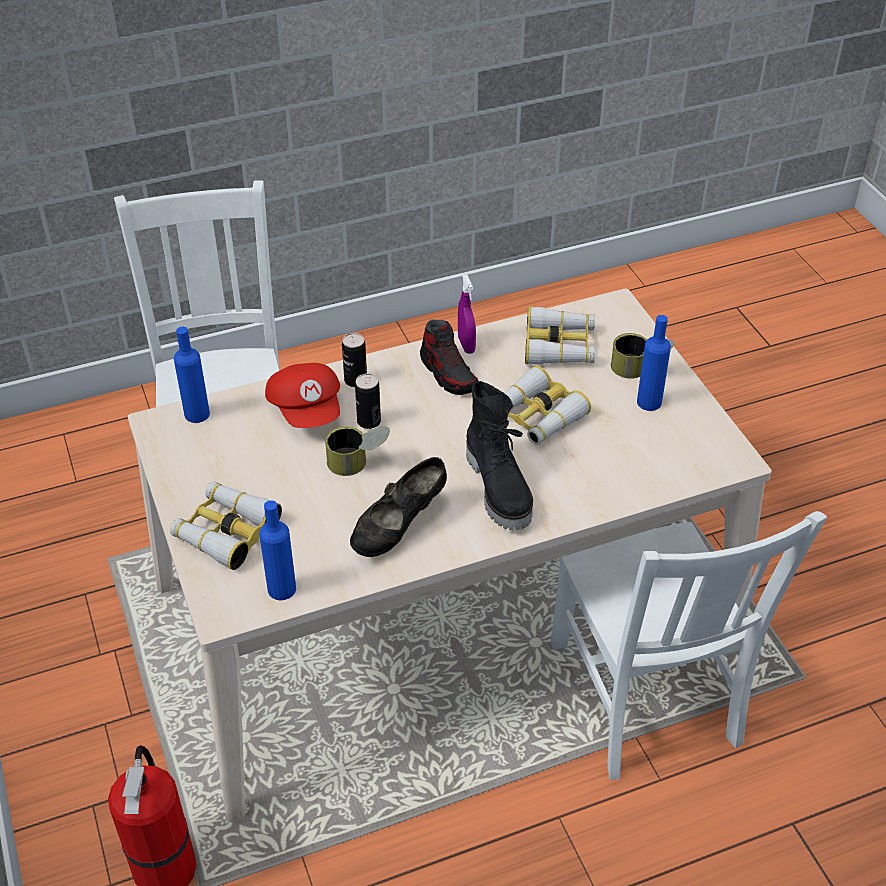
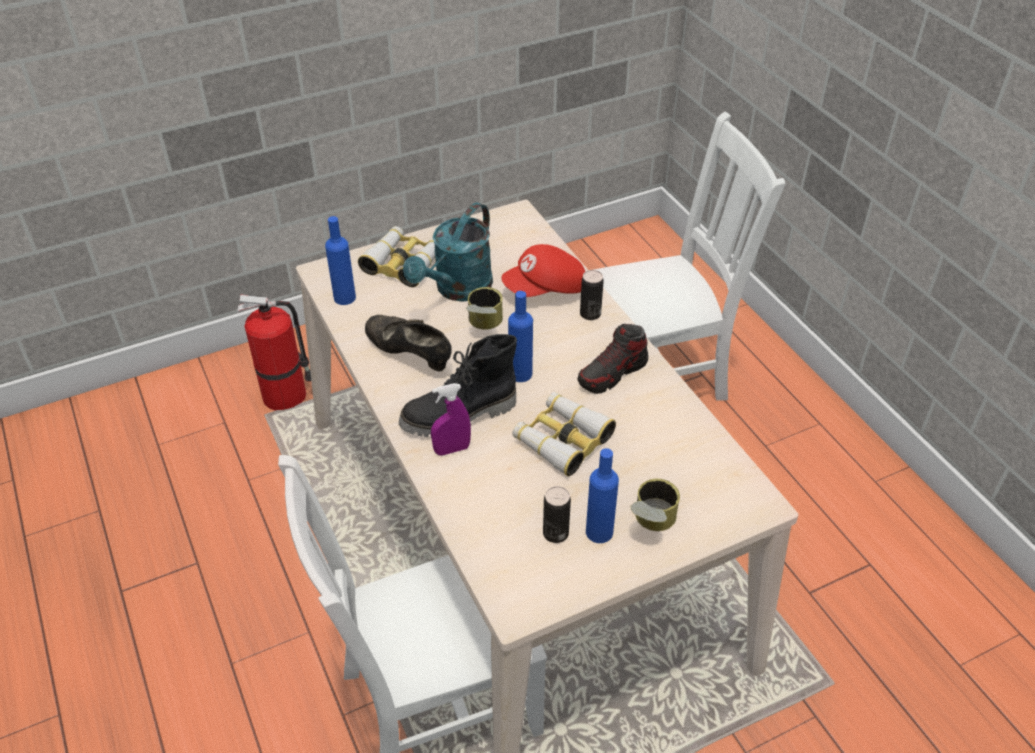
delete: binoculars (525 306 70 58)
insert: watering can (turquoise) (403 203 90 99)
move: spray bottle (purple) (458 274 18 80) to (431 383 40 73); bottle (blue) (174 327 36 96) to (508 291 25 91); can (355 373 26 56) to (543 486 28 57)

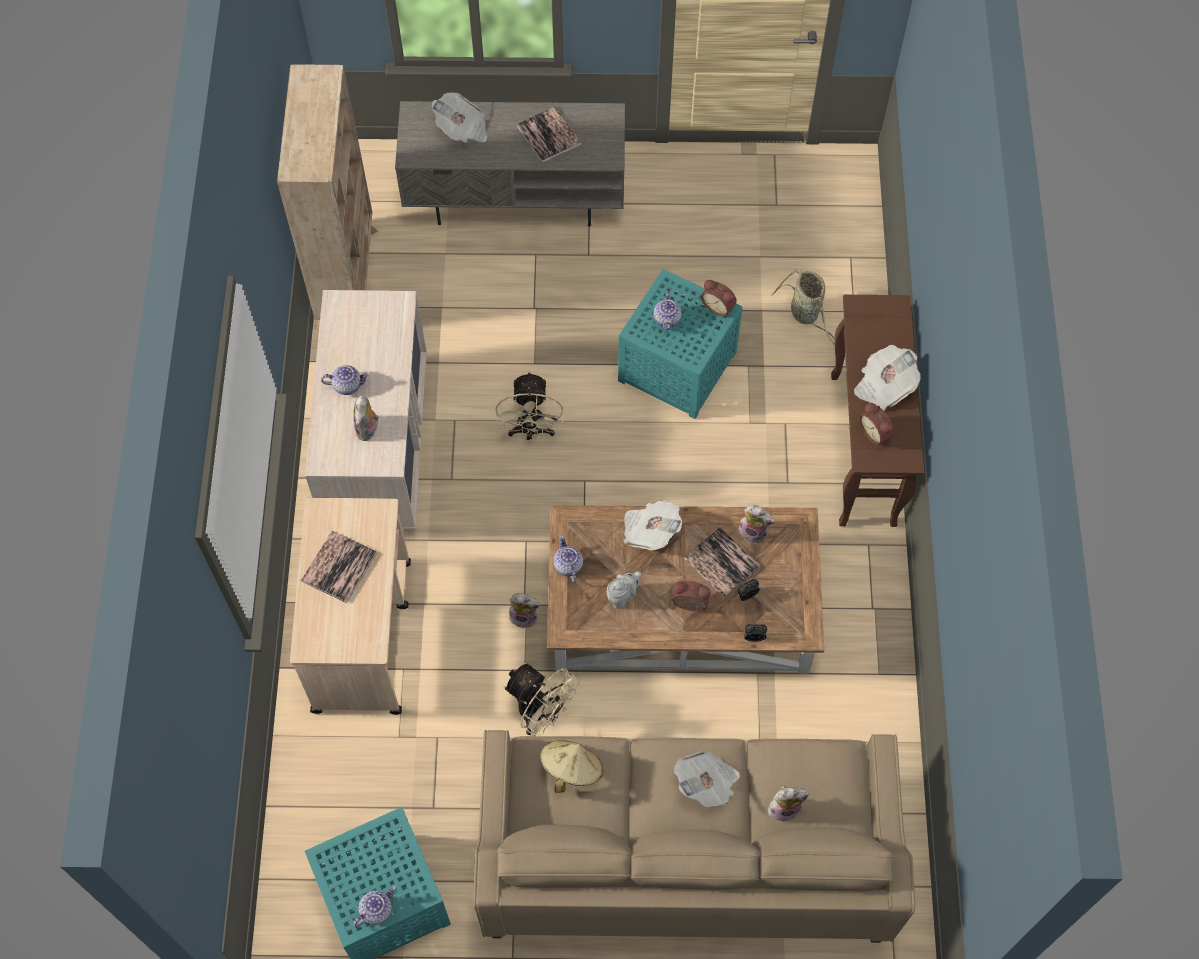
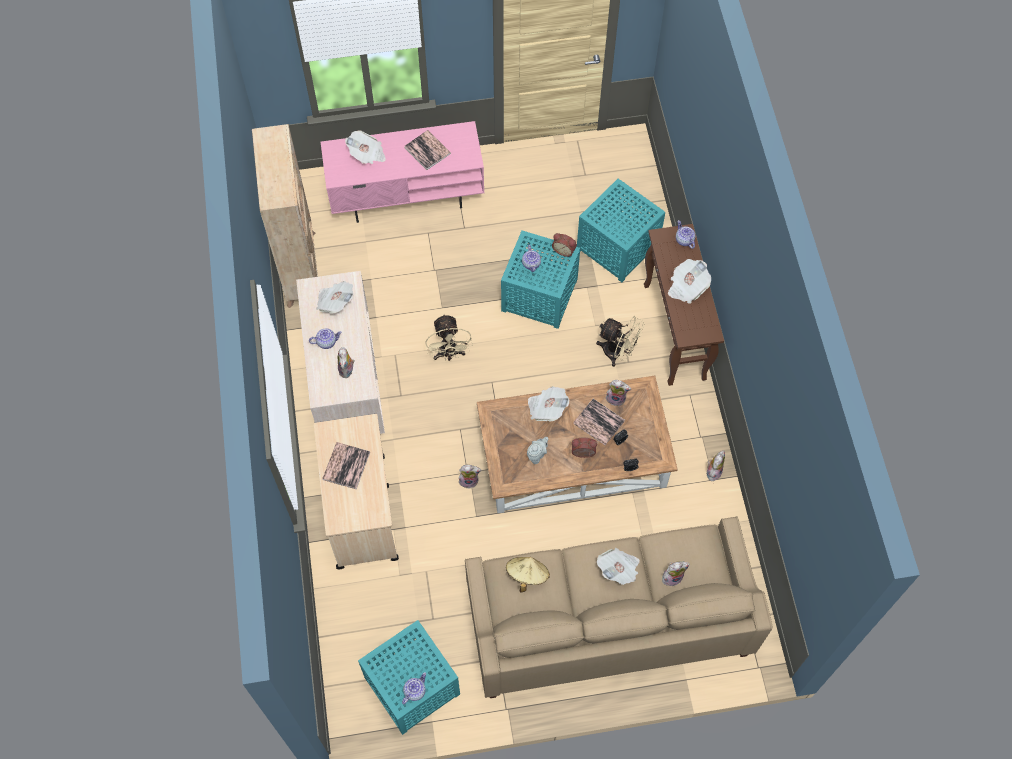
delete: alarm clock (859 403 35 42)
insert: newspaper (316 281 37 33); plush toy (707 450 18 31)
move: teapot (553 536 30 47) to (676 220 19 29); fan (beige) (503 663 77 73) to (596 316 49 51)
replace: basket (772 269 63 76) to side table (turquoise) (577 179 88 103)
recolor: tv stand (grey) (395 101 230 126) to tv stand (pink) (321 121 163 102)

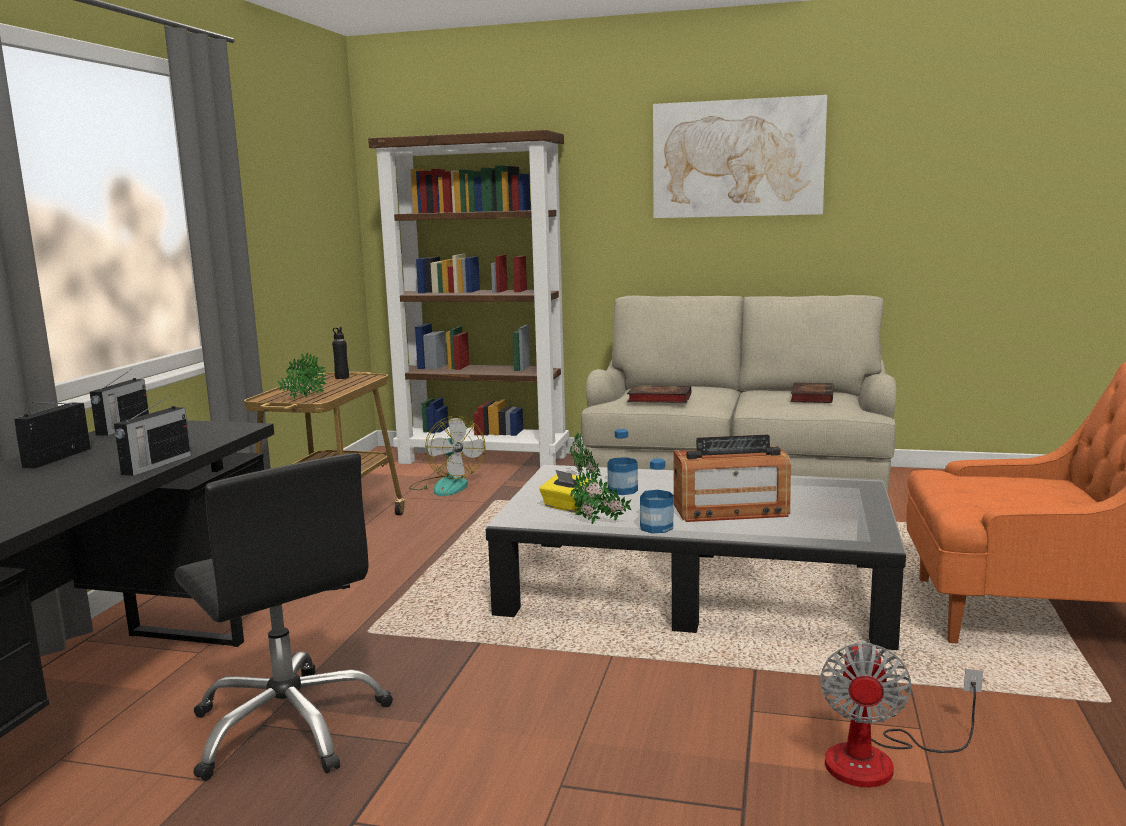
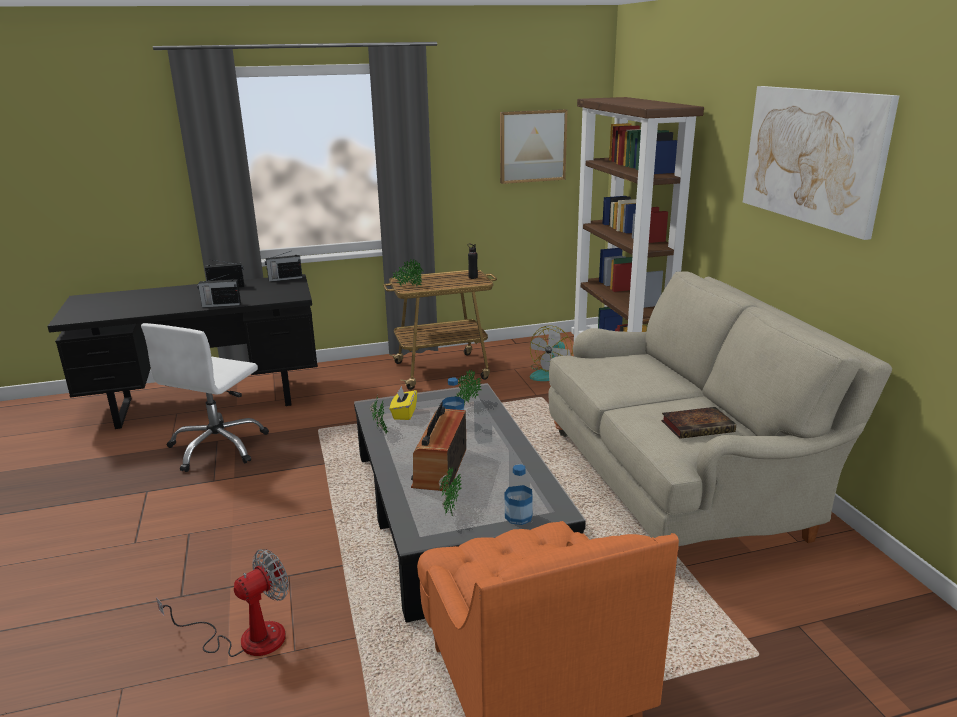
delete: book (627 385 64 18)
insert: picture (500 109 67 75); potted plant (439 468 23 48)
move: bottle (640 458 34 75) to (505 464 28 61)
recolor: office chair (black) (174 453 219 328) to office chair (white) (141 323 128 149)
rotate: radio (674 435 117 87) = (411 402 56 89) 45 degrees clockwise; fan (820 640 163 147) = (156 549 133 108) 150 degrees clockwise

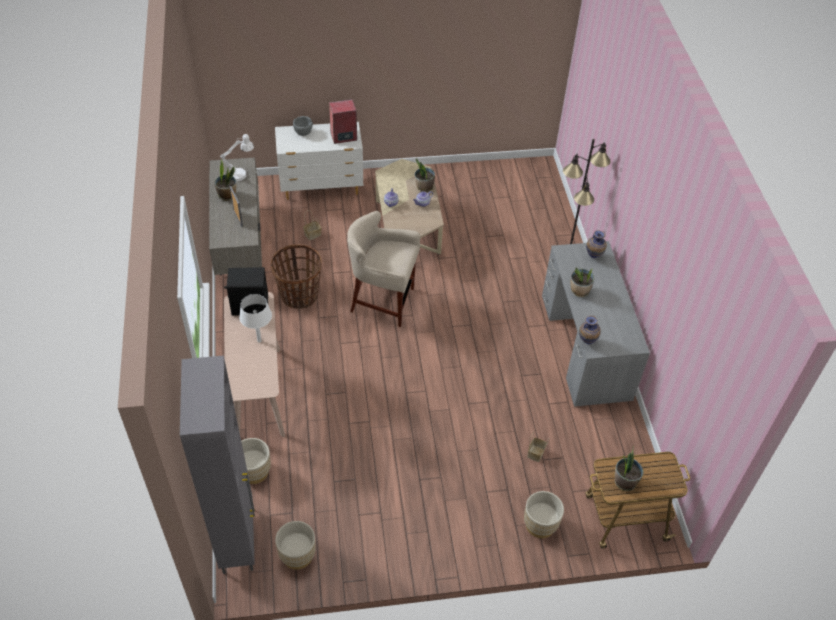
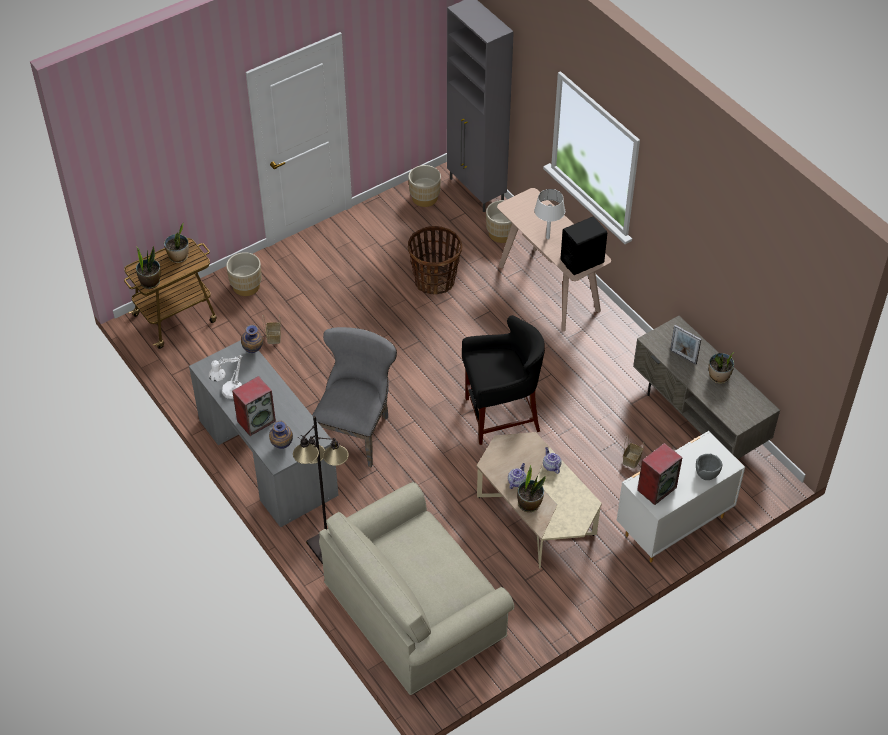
insert: chair (grey) (312 327 85 140); speaker (232 376 44 60); sofa (beige) (319 482 195 213)
move: table lamp (white) (220 134 34 47) to (209 356 33 43); basket (271 244 51 65) to (408 226 54 68); potted plant (570 267 24 30) to (136 246 25 43)
recolor: stool (beige) (347 211 73 116) to stool (black) (462 315 83 130)

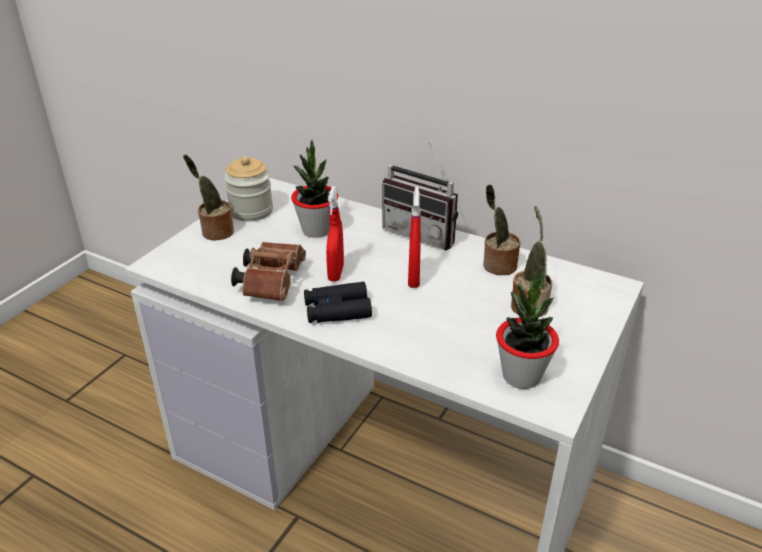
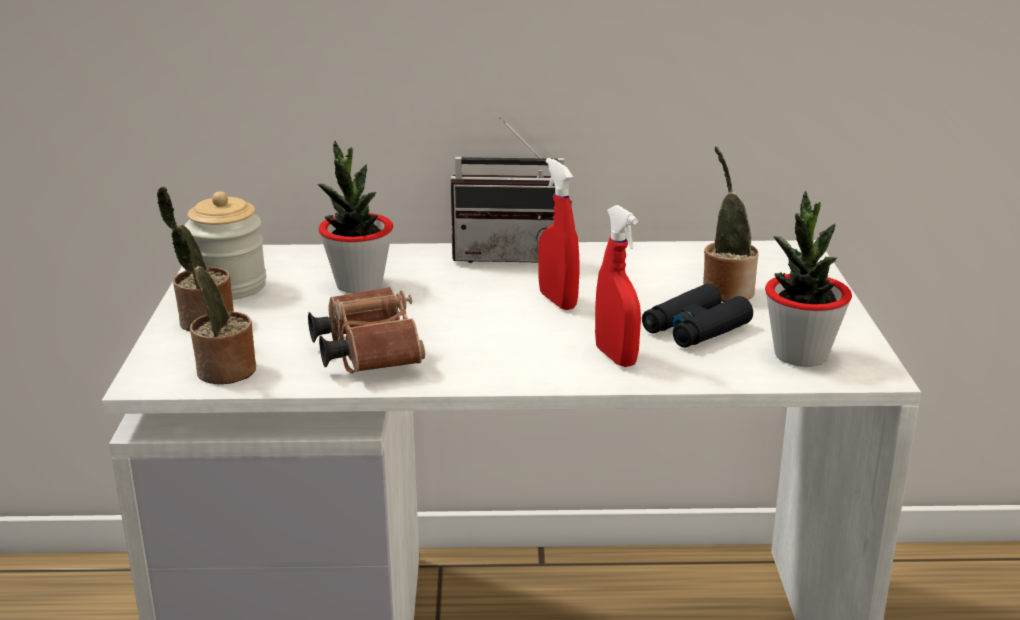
move: potted plant (483 184 37 91) to (172 227 84 157); spray bottle (red) (326 186 18 96) to (595 205 46 162); binoculars (black) (304 282 68 41) to (642 284 111 64)

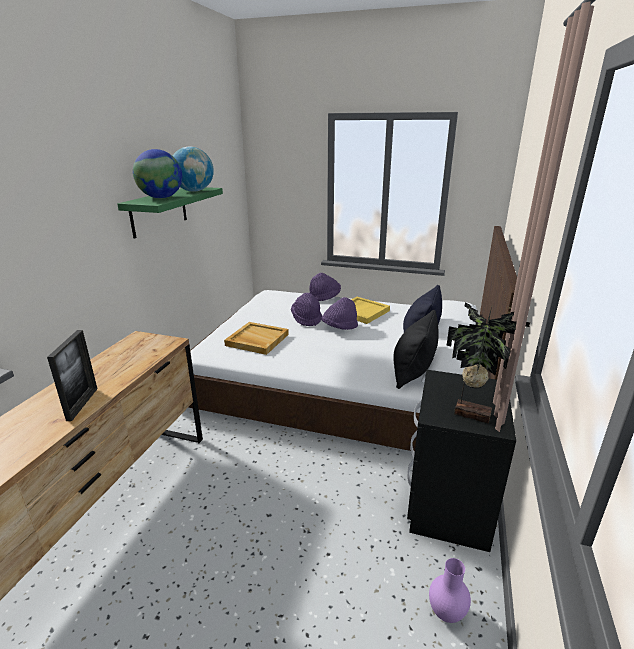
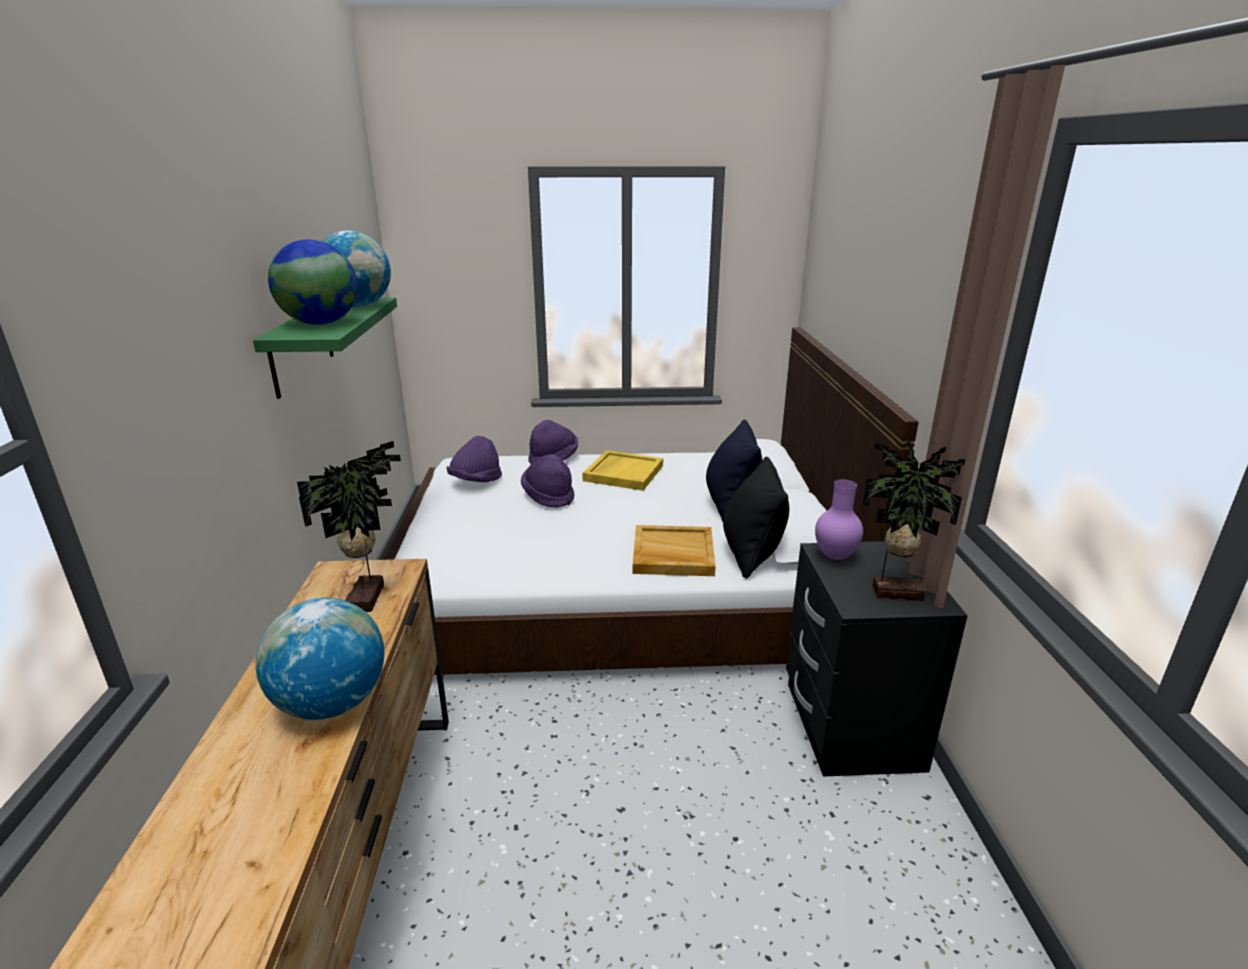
insert: potted plant (297 441 104 171)
move: hat (purple) (321 297 37 33) to (447 436 55 46); tray (beige) (224 322 65 33) to (633 525 83 51); vase (purple) (429 558 42 65) to (815 480 48 80)
replace: picture frame (47 330 50 91) to globe (256 598 128 122)

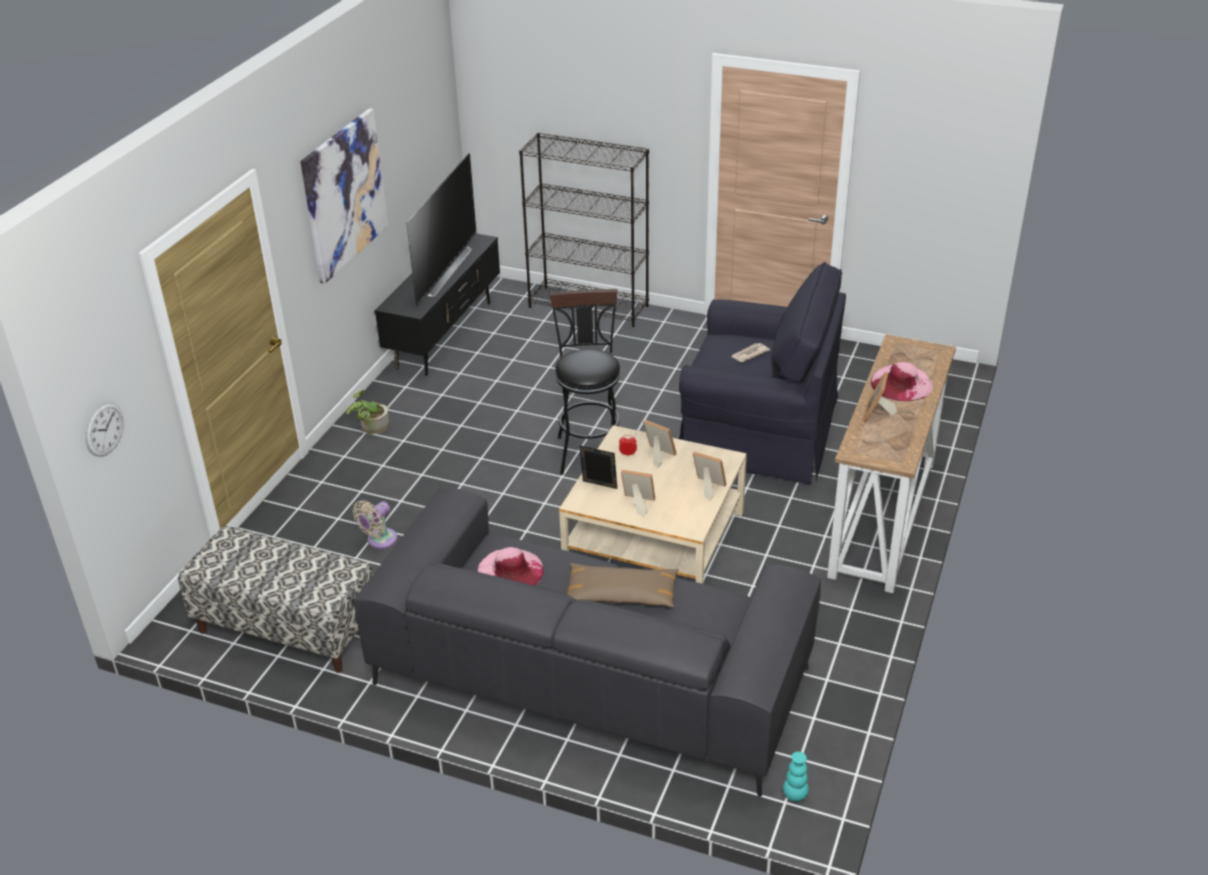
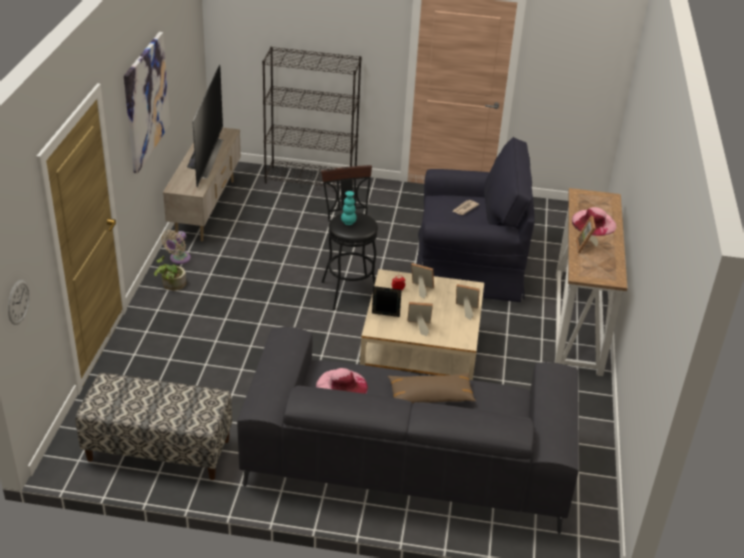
move: fan (beige) (353 500 44 49) to (161 230 30 34); vase (turquoise) (783 752 26 50) to (341 191 16 34)
recolor: tv stand (black) (374 234 126 142) to tv stand (beige) (162 128 79 113)

